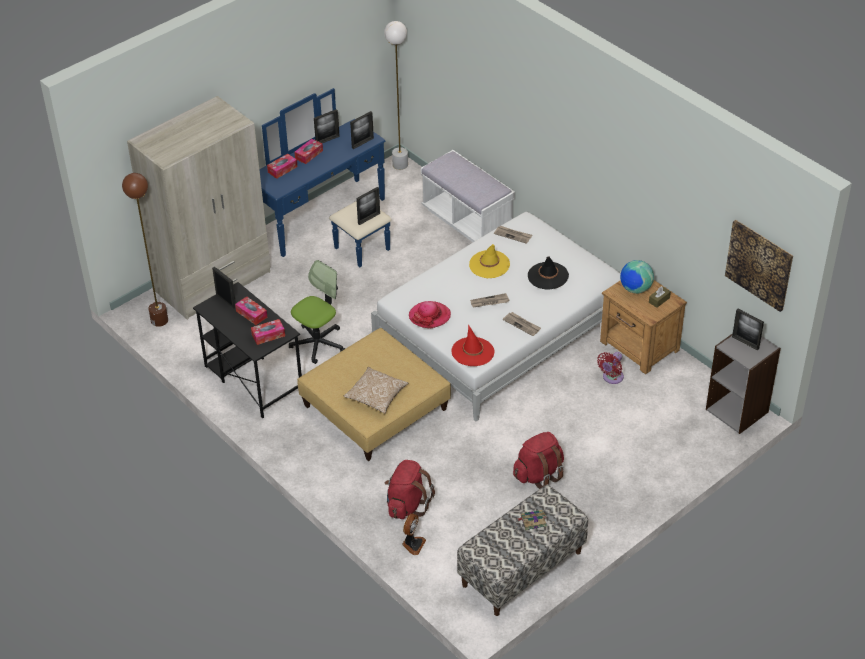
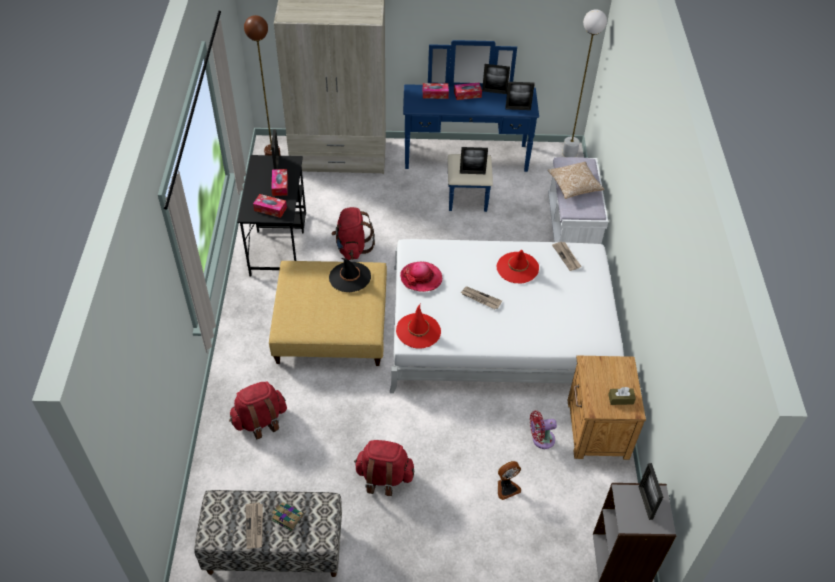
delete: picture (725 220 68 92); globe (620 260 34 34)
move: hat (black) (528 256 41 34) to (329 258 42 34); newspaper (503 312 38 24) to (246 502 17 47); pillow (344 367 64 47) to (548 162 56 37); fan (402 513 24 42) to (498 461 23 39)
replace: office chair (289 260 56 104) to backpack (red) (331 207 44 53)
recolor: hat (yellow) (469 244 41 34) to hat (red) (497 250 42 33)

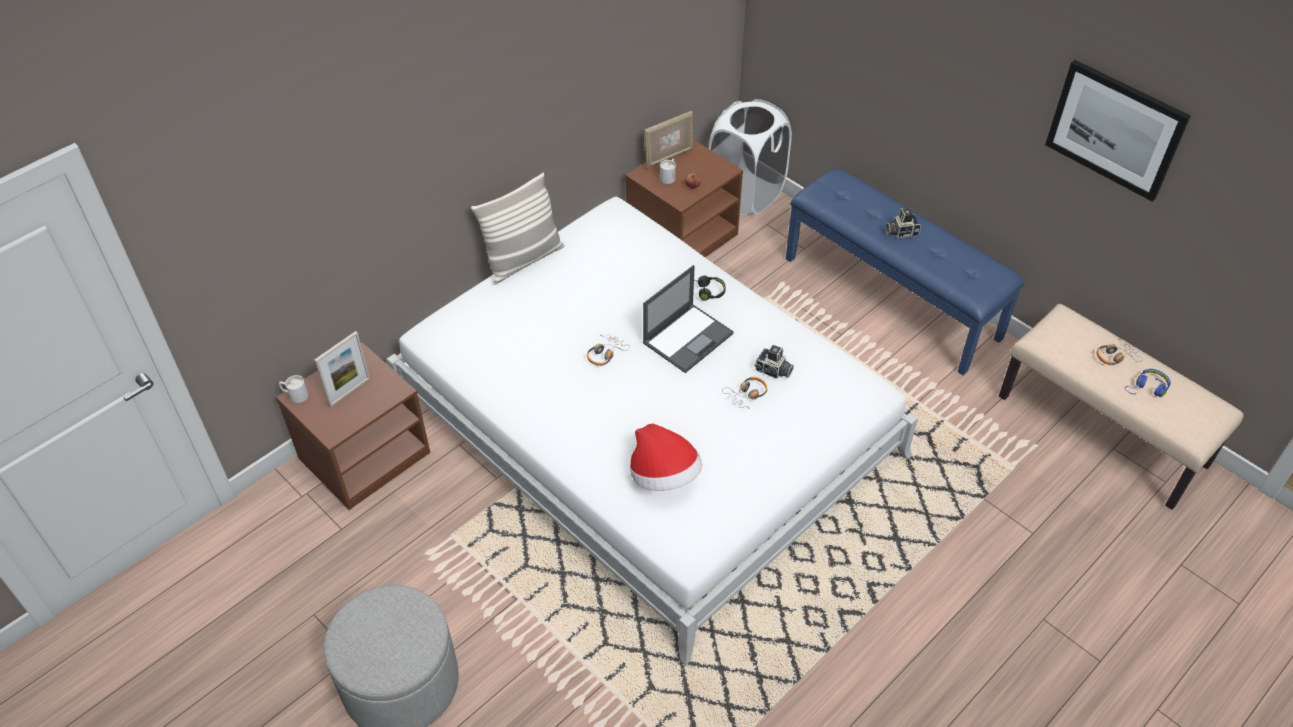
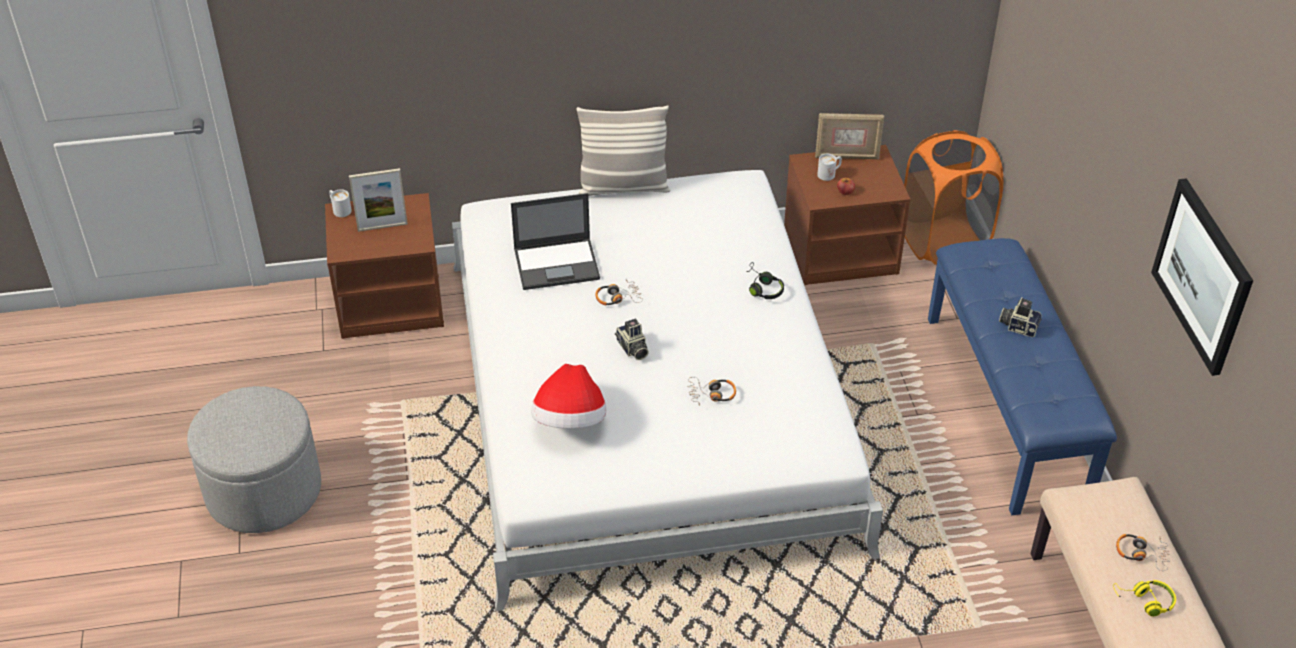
move: laptop (643 265 91 108) to (511 193 89 97); photo camera (754 345 40 34) to (615 319 34 41)
recolor: laundry basket (white) (709 99 83 118) to laundry basket (orange) (904 130 99 135); headphones (blue) (1125 369 46 28) to headphones (yellow) (1113 580 63 36)

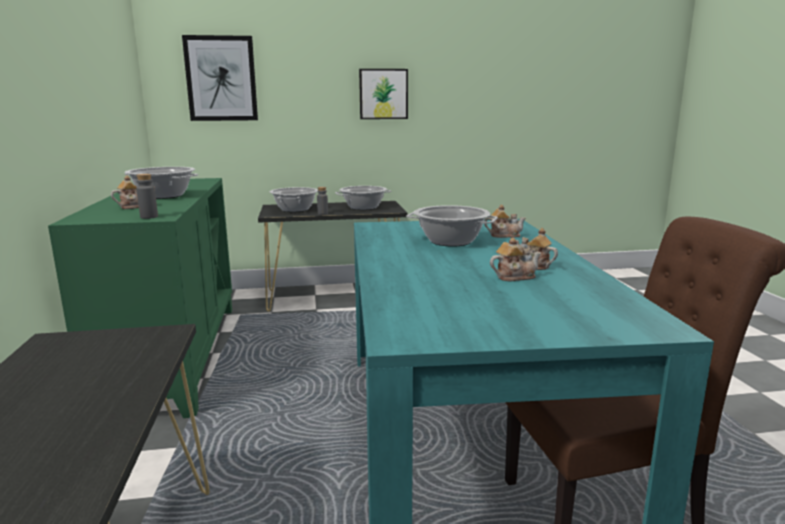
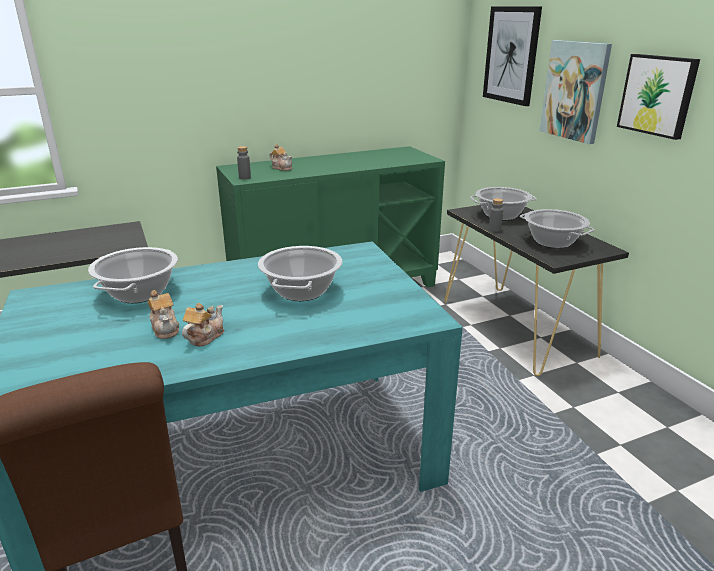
delete: teapot (484 205 42 33)
insert: picture (540 40 72 104)
move: cooking pot (124 167 74 32) to (88 247 90 56)

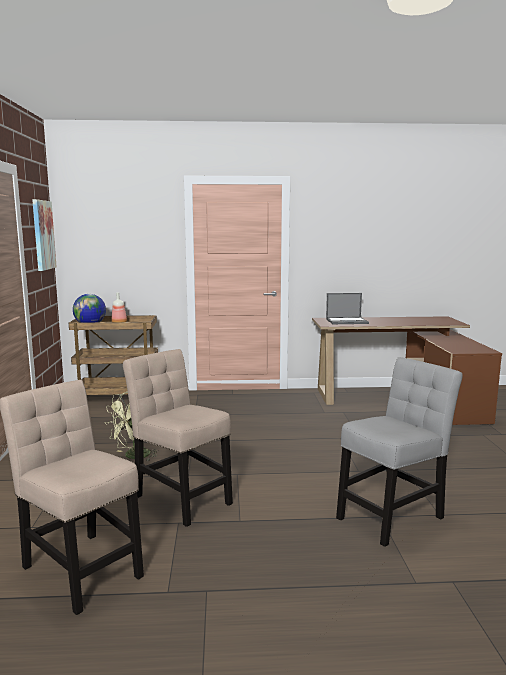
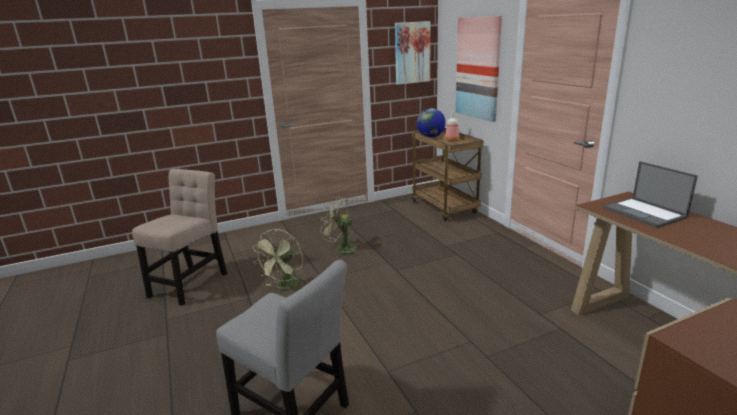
insert: picture (456 16 46 106)
replace: chair (beige) (123 349 110 178) to fan (green) (253 229 54 61)

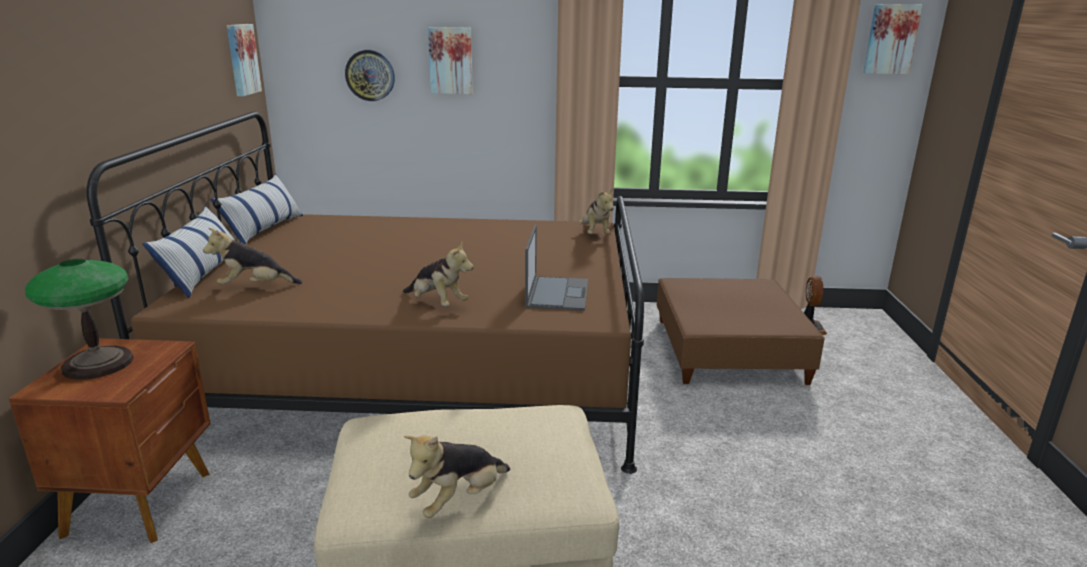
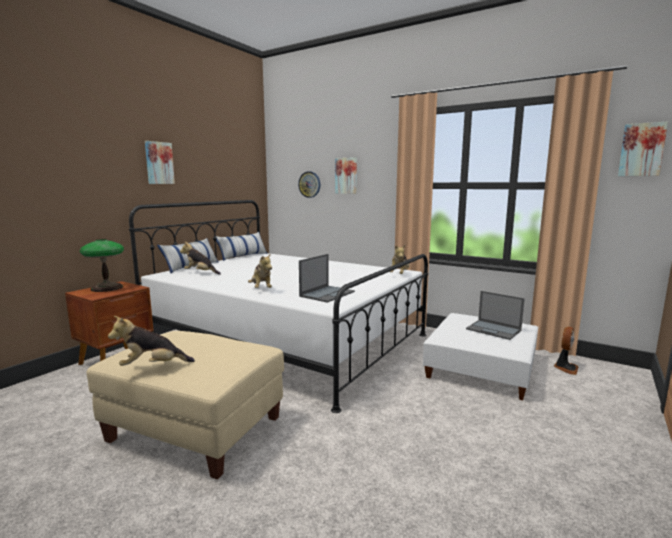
insert: laptop (466 291 59 49)
move: picture (227 24 35 72) to (145 141 30 43)
recolor: bed (brown) (87 112 557 362) to bed (white) (129 200 299 213); ottoman (brown) (657 278 168 107) to ottoman (white) (423 313 115 87)

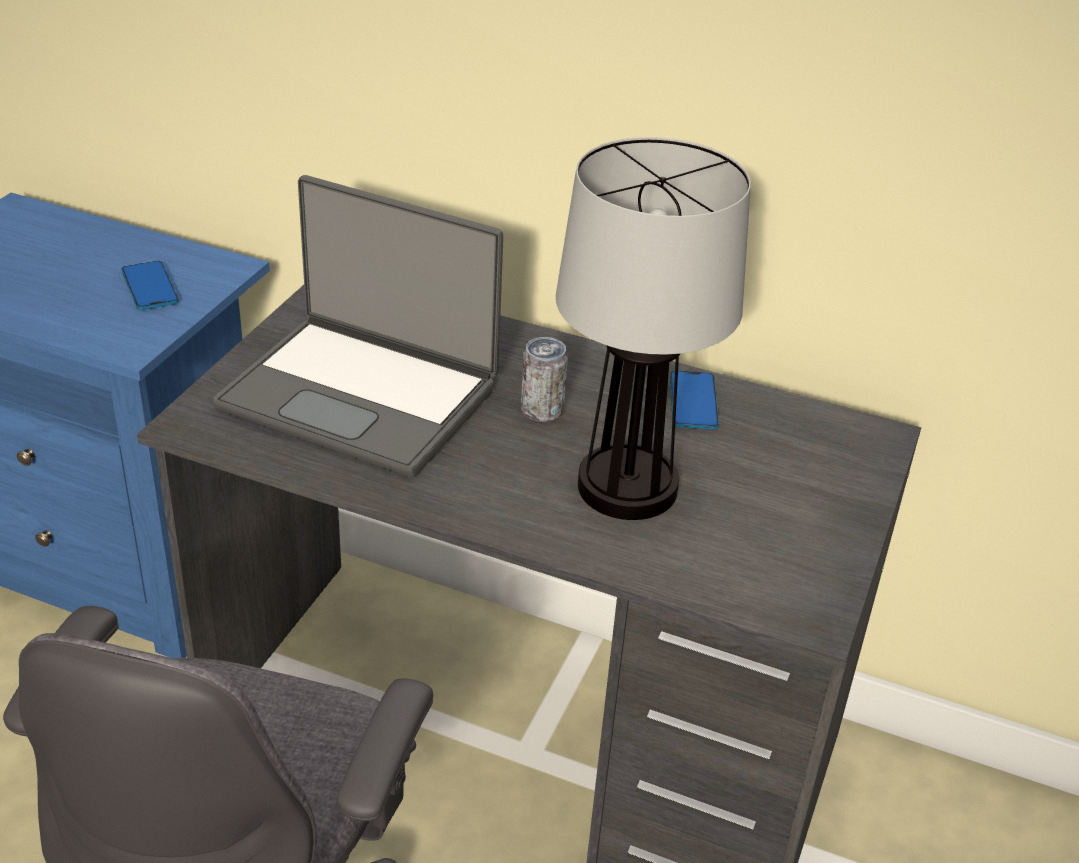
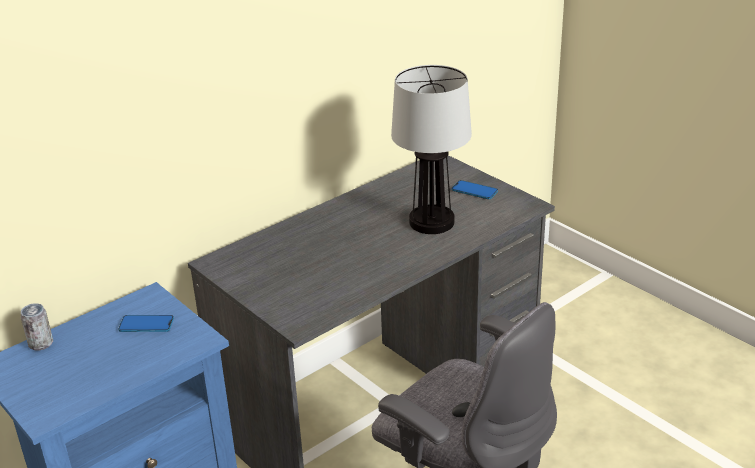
delete: laptop (213 175 290 302)
move: can (521 337 47 85) to (21 303 32 47); phone (670 370 49 60) to (452 180 46 19)

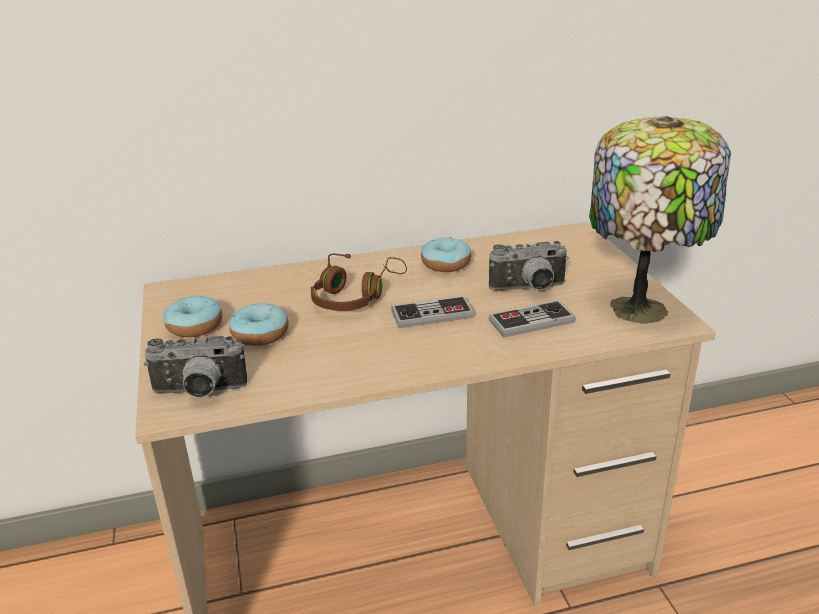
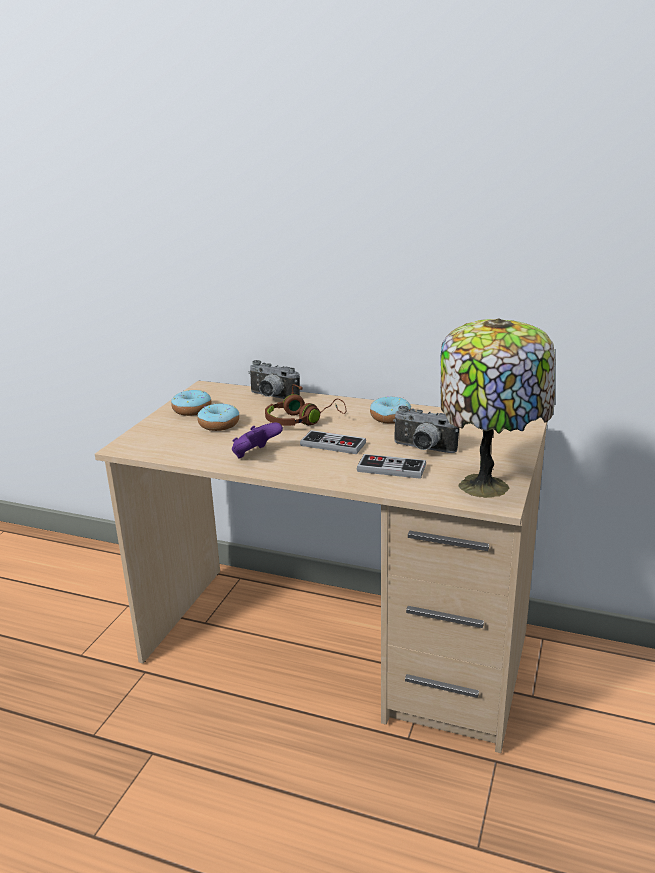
insert: game controller (purple) (232 423 51 35)
move: photo camera (144 336 103 62) to (248 360 52 39)

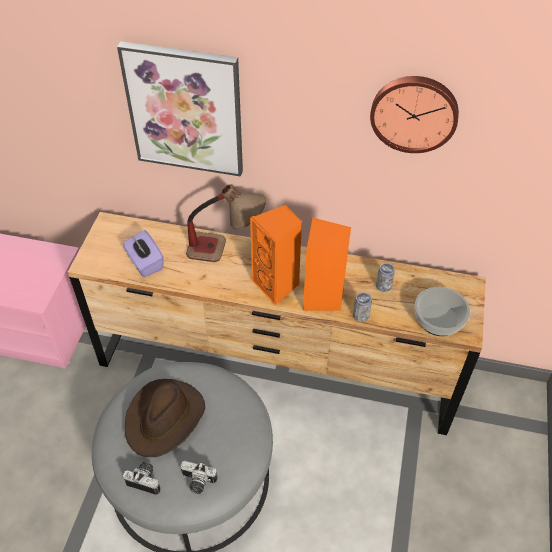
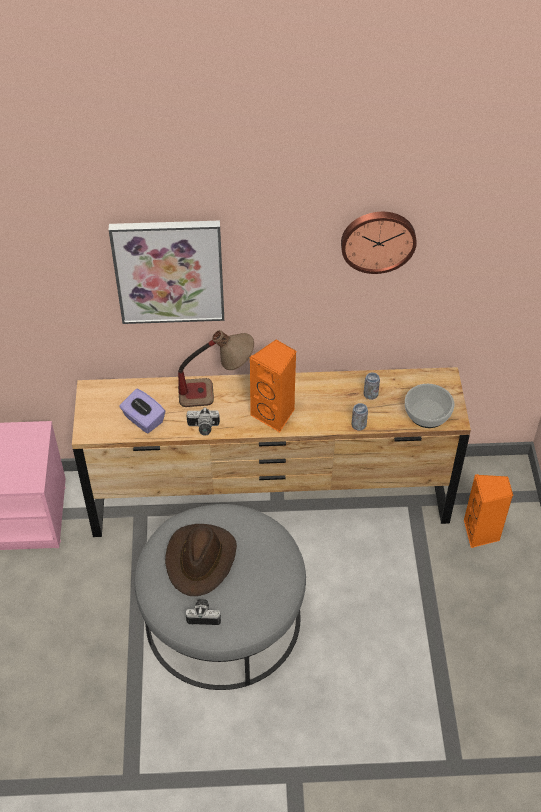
move: speaker (orange) (303 217 48 94) to (464 474 49 74); photo camera (181 461 37 33) to (186 407 34 28)

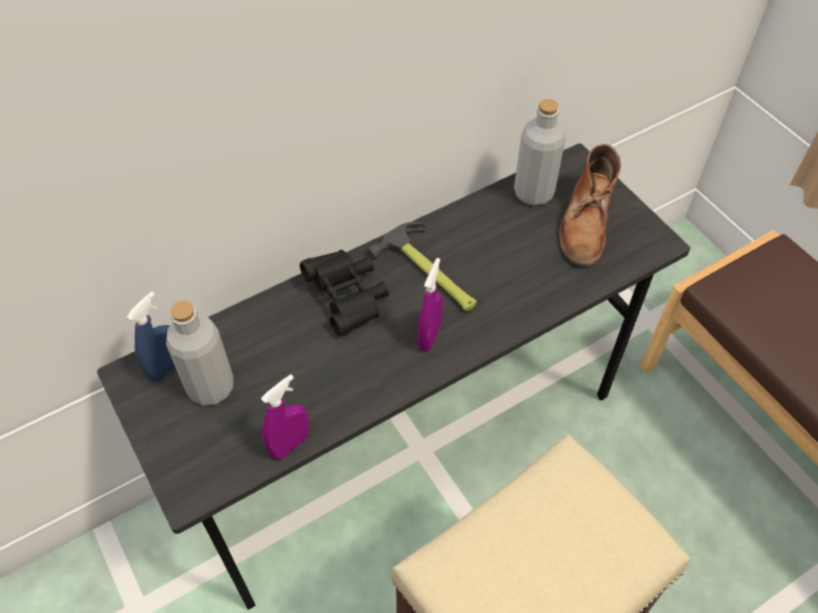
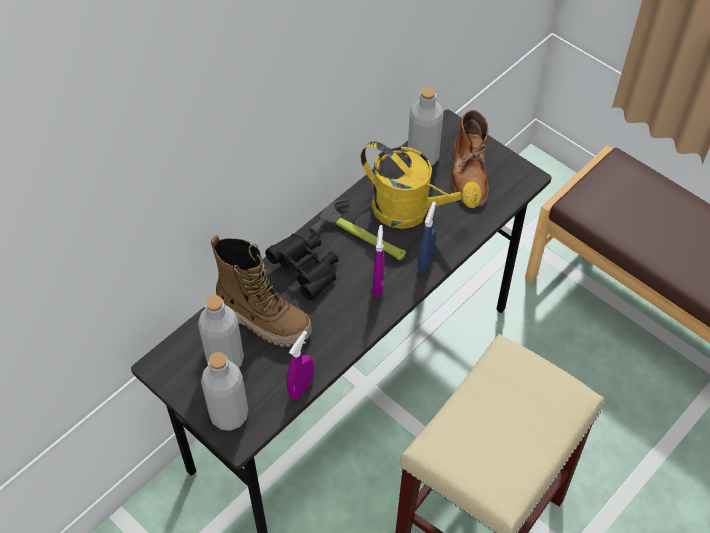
insert: watering can (yellow) (361 141 120 88); boot (211 235 101 112); bottle (grey) (201 352 47 79)
move: spray bottle (blue) (127 291 48 90) to (417 202 19 71)

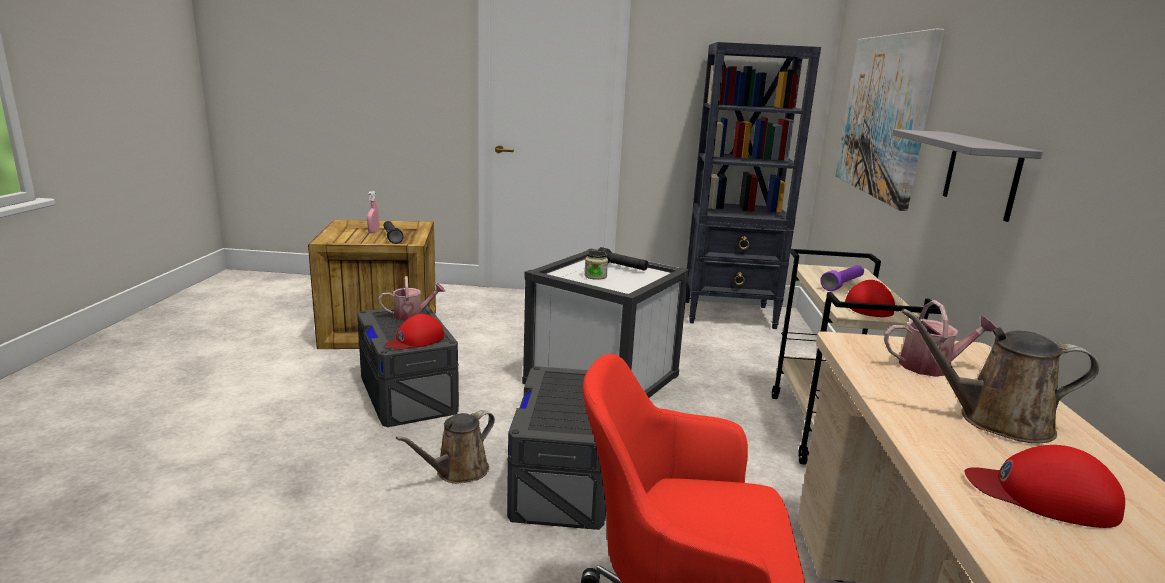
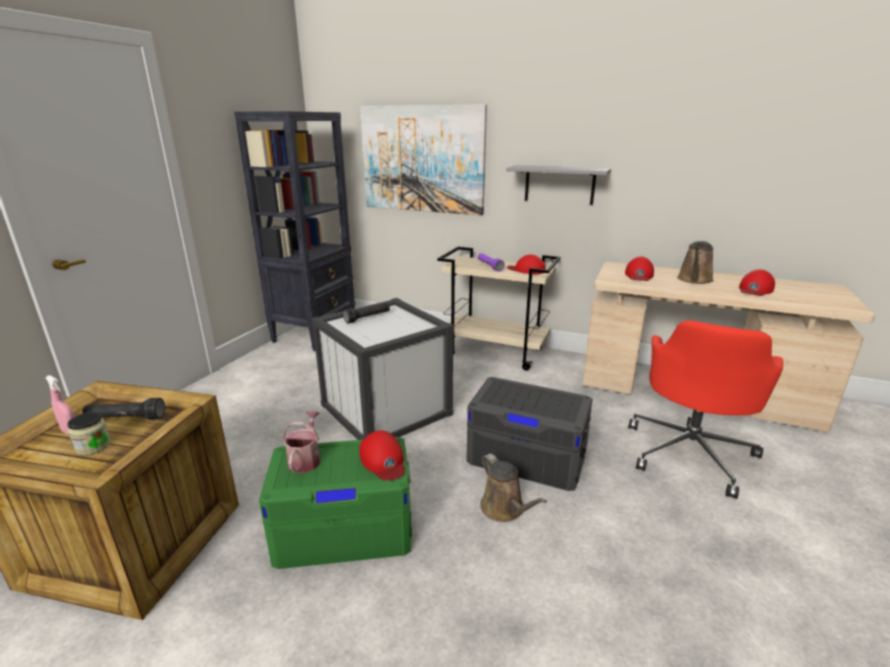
move: jar (584 251 24 29) to (67 412 44 43)
replace: watering can (884 300 113 77) to cap (red) (625 256 29 25)
recolor: storage box (grey) (358 305 101 122) to storage box (green) (259 437 153 132)

